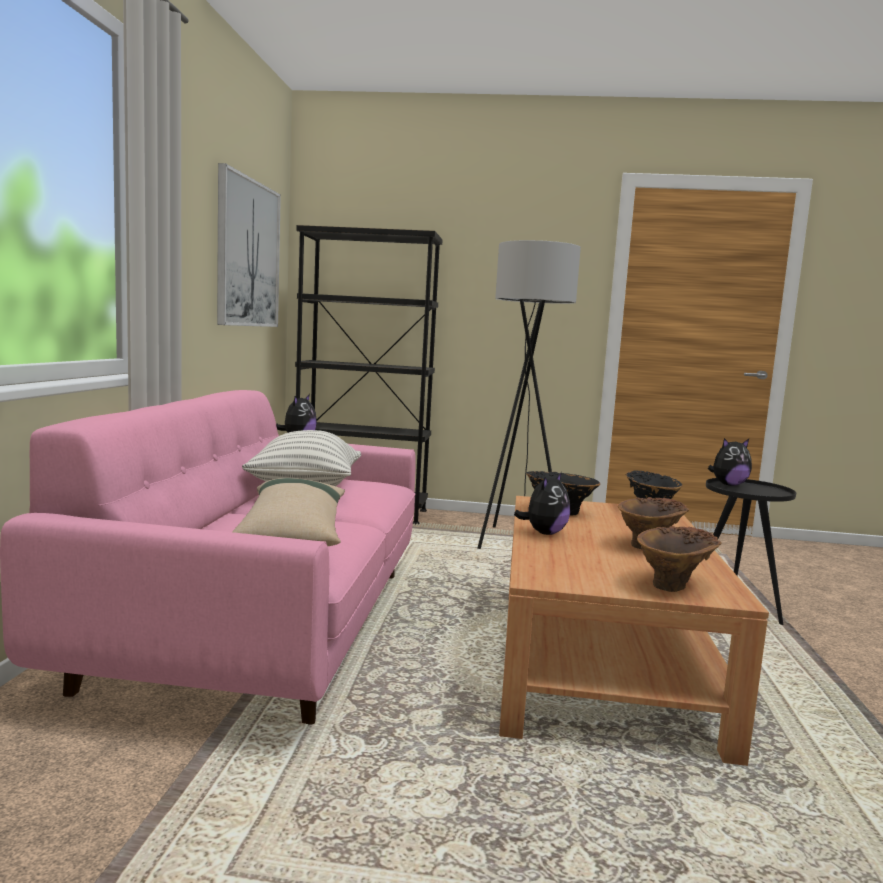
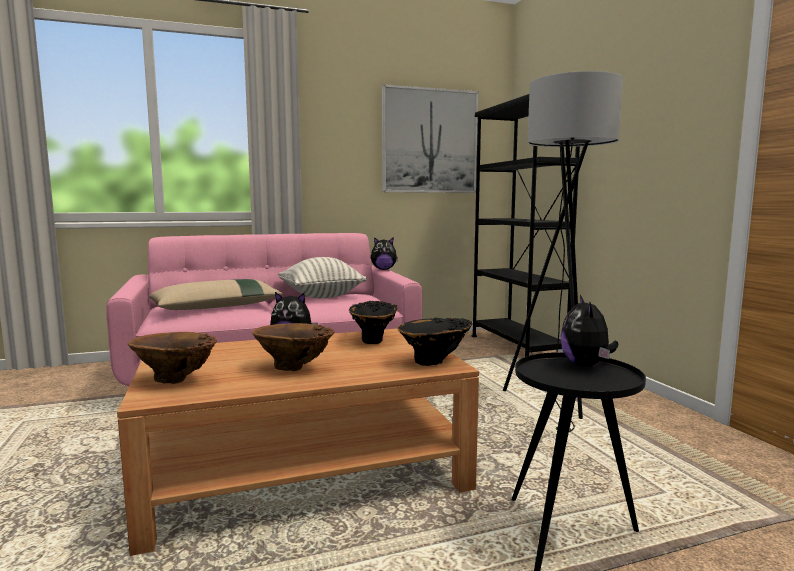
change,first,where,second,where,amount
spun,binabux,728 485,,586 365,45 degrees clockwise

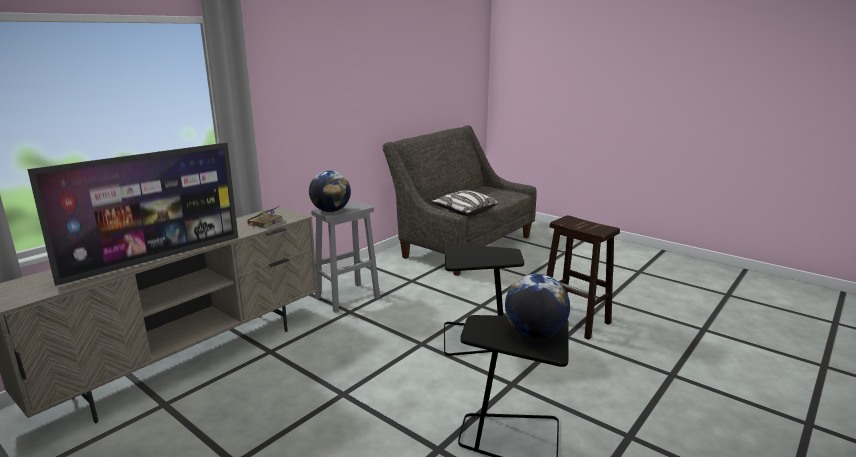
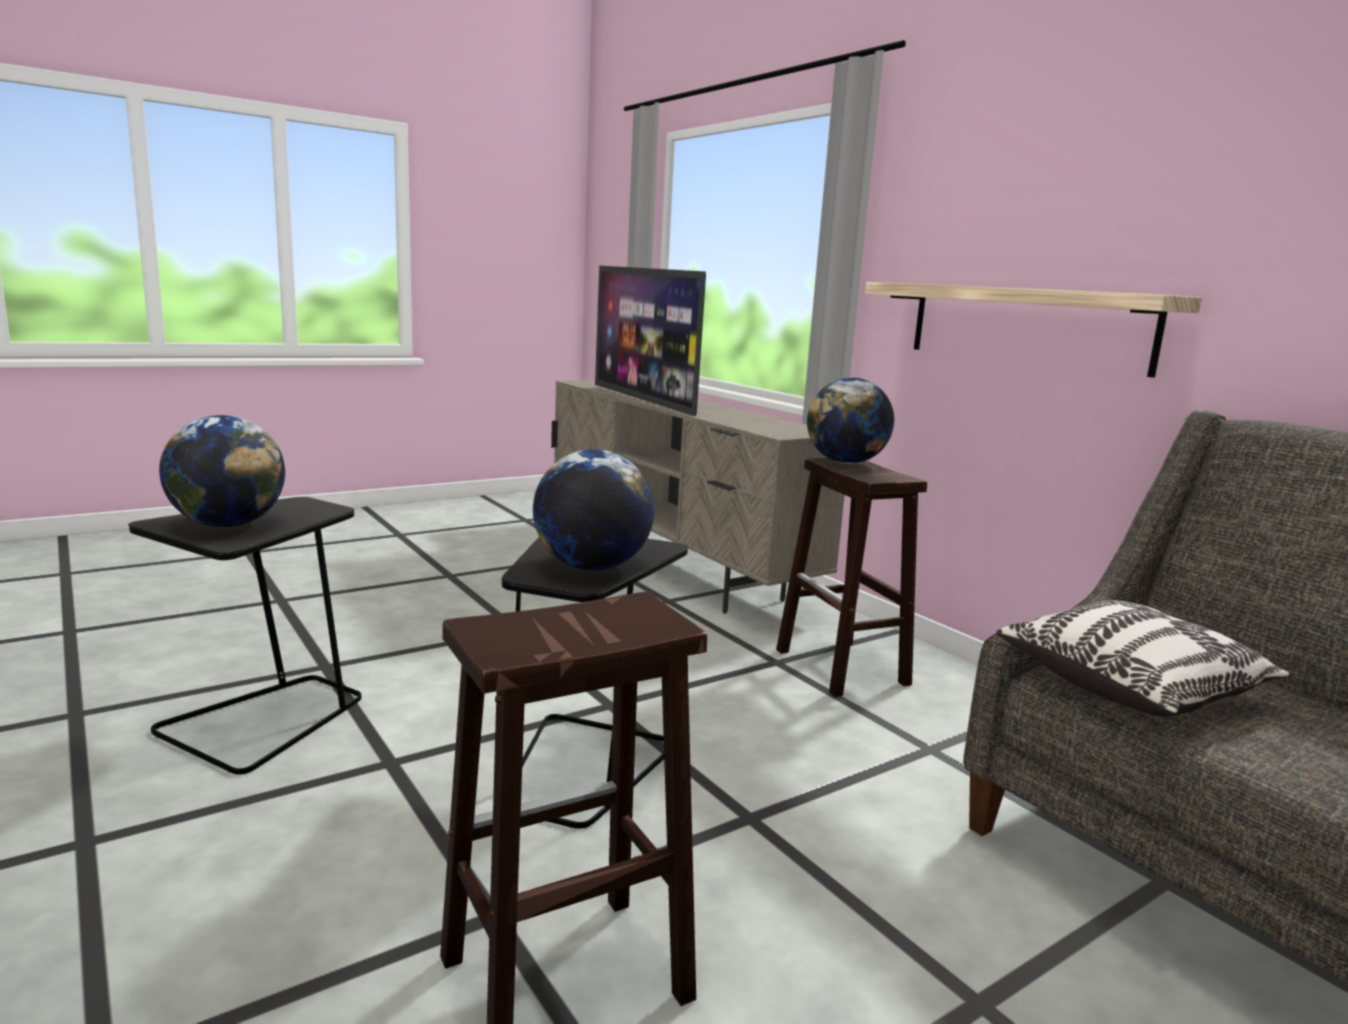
change,first,where,second,where,amount
colour,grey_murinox,348 297,brown_murinox,843 668,
missing,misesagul,265 222,,,
appeared,,,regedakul,1025 326,
appeared,,,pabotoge,591 567,

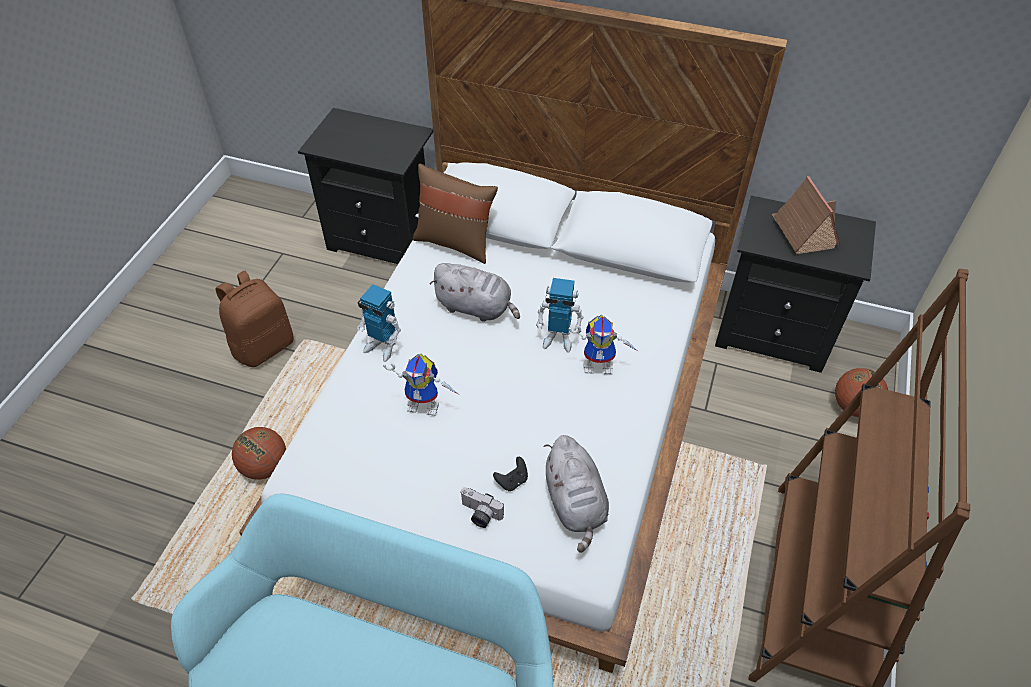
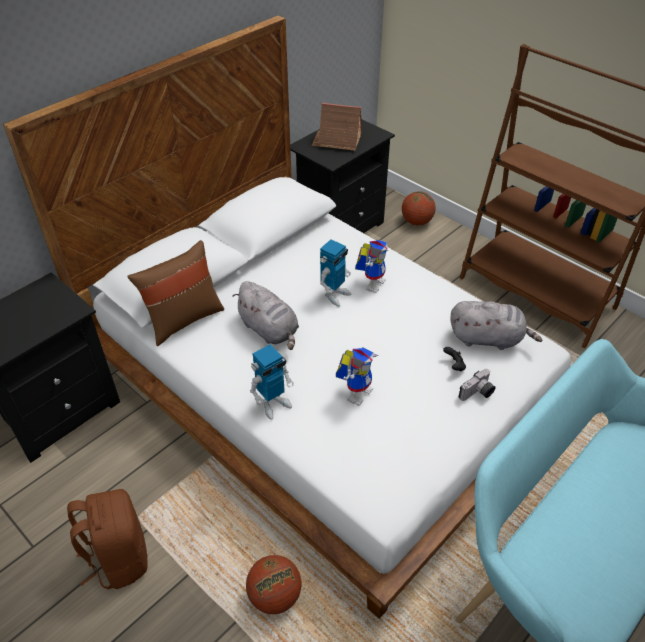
change,first,where,second,where,amount
spun,grey_binabux,476 307,,270 330,90 degrees clockwise

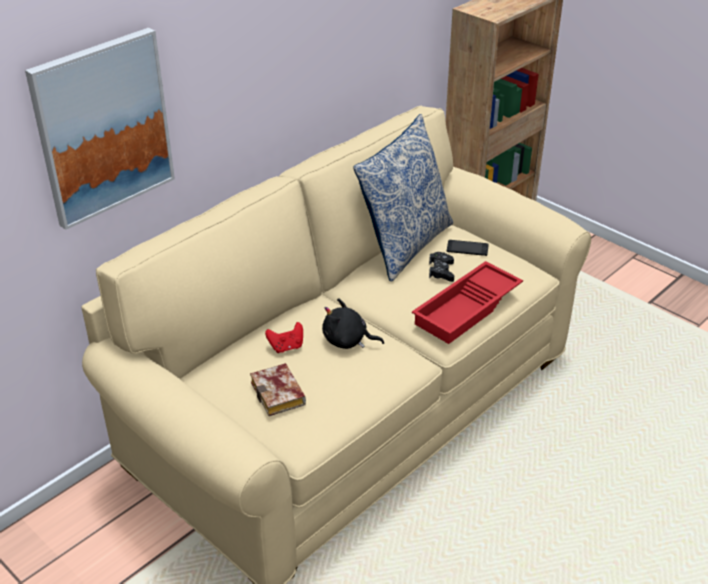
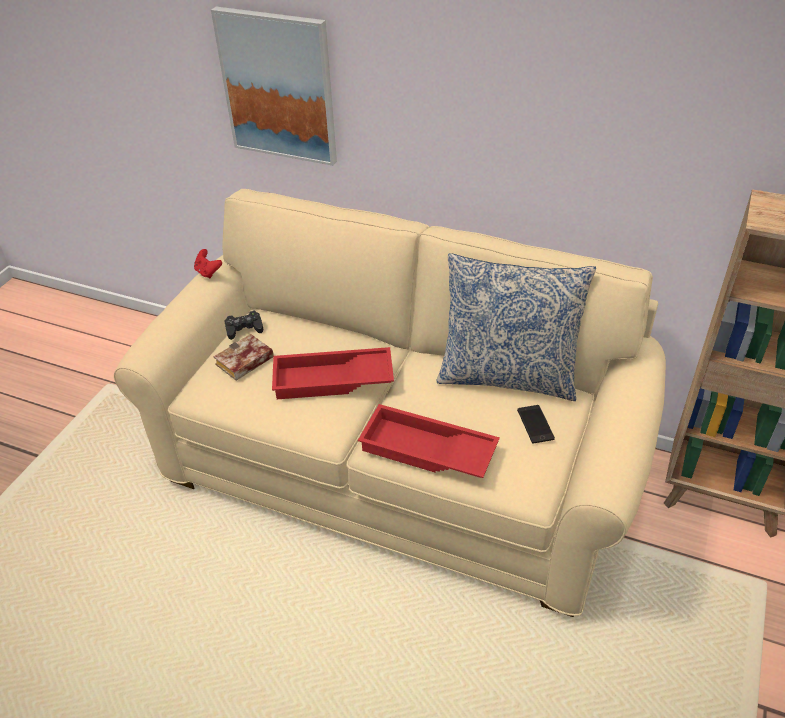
change,first,where,second,where,amount
relocated,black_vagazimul,441 271,,244 328,
exchanged,black_binabux,348 341,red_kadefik,332 381,
relocated,red_vagazimul,286 347,,208 272,

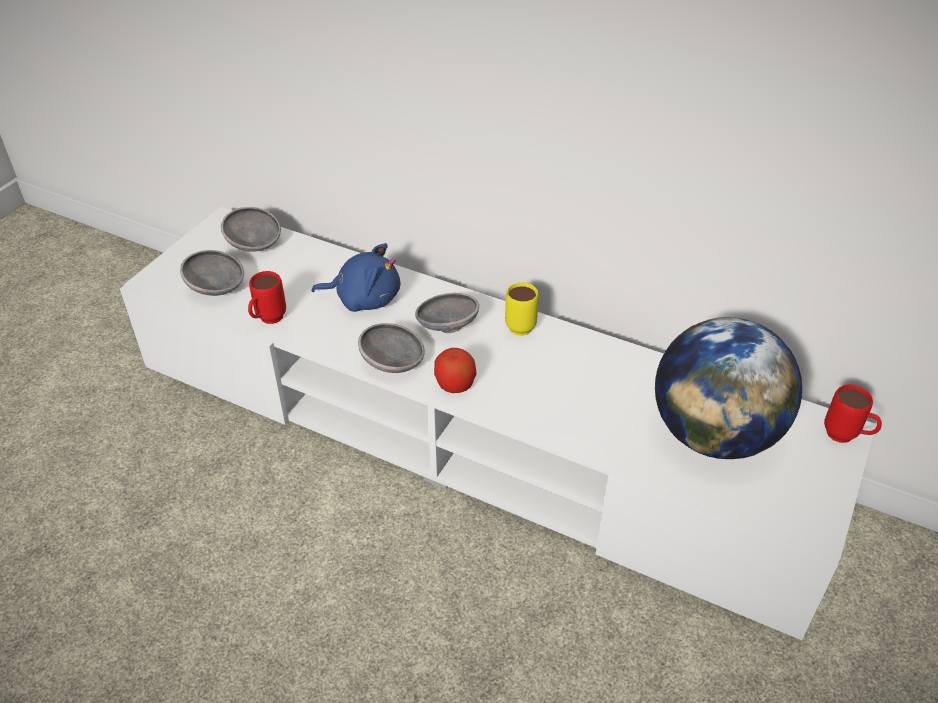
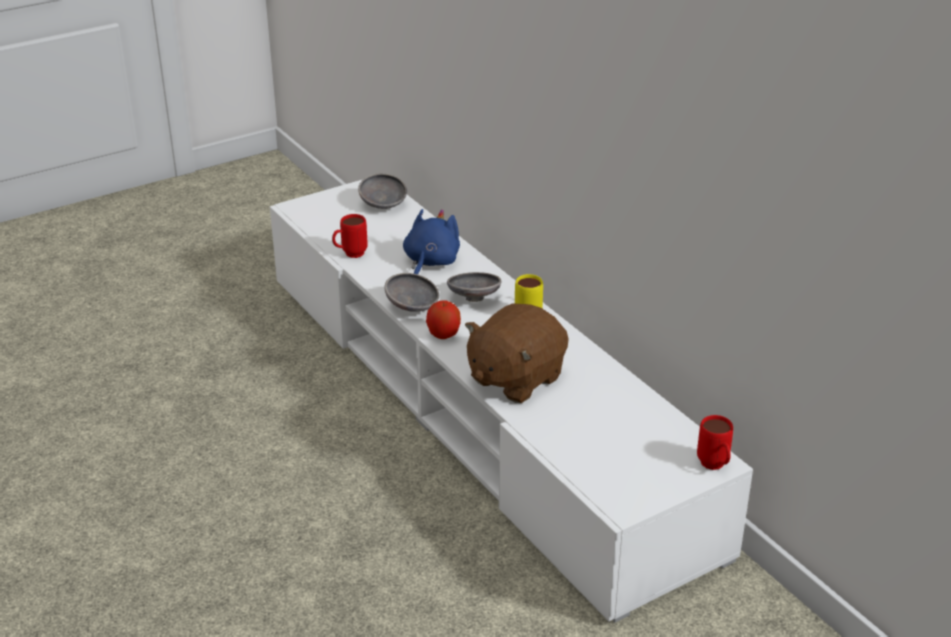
change,first,where,second,where,amount
spun,blue_binabux,364 298,,430 262,105 degrees counterclockwise
missing,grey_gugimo,217 288,,,
missing,pabotoge,714 435,,,
appeared,,,brown_binabux,515 378,

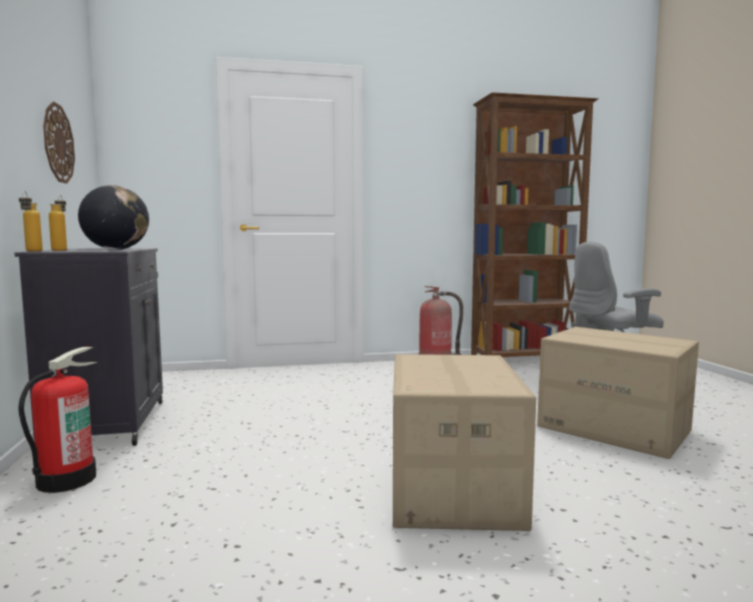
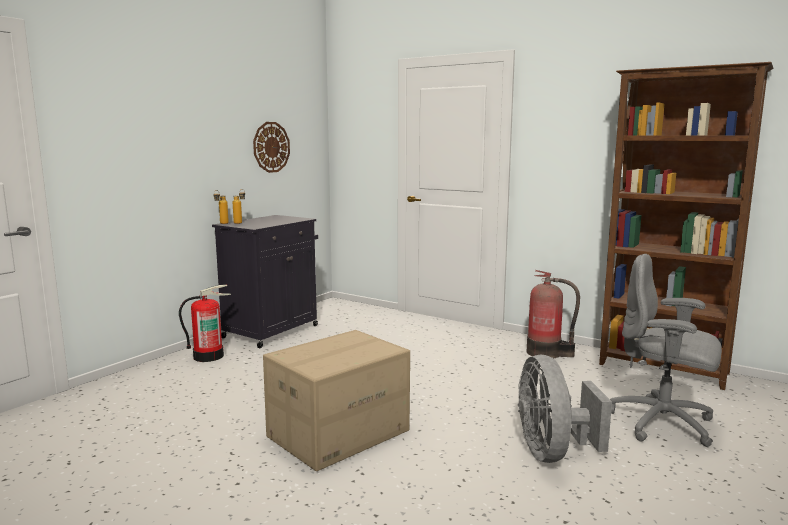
change,first,where,second,where,amount
missing,pabotoge,116 249,,,
exchanged,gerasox,614 428,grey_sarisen,552 452,

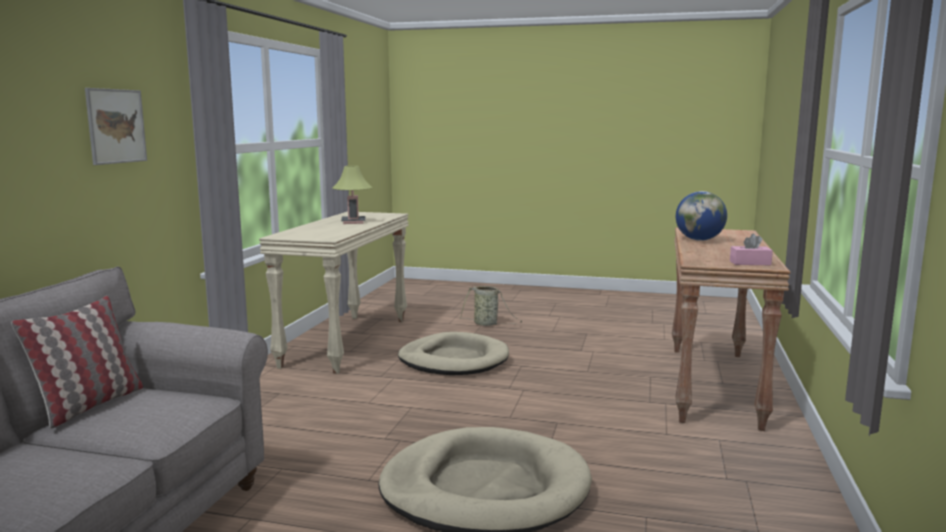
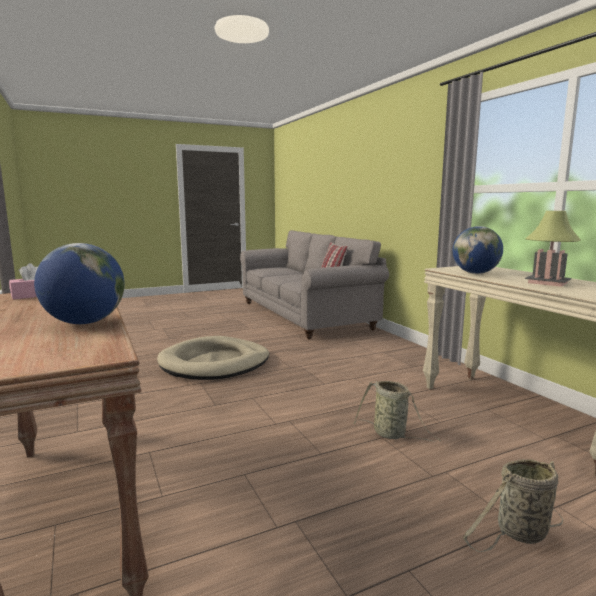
change,first,where,second,where,amount
missing,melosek,116 126,,,
exchanged,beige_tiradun,453 360,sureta,392 434,
appeared,,,pabotoge,475 273,

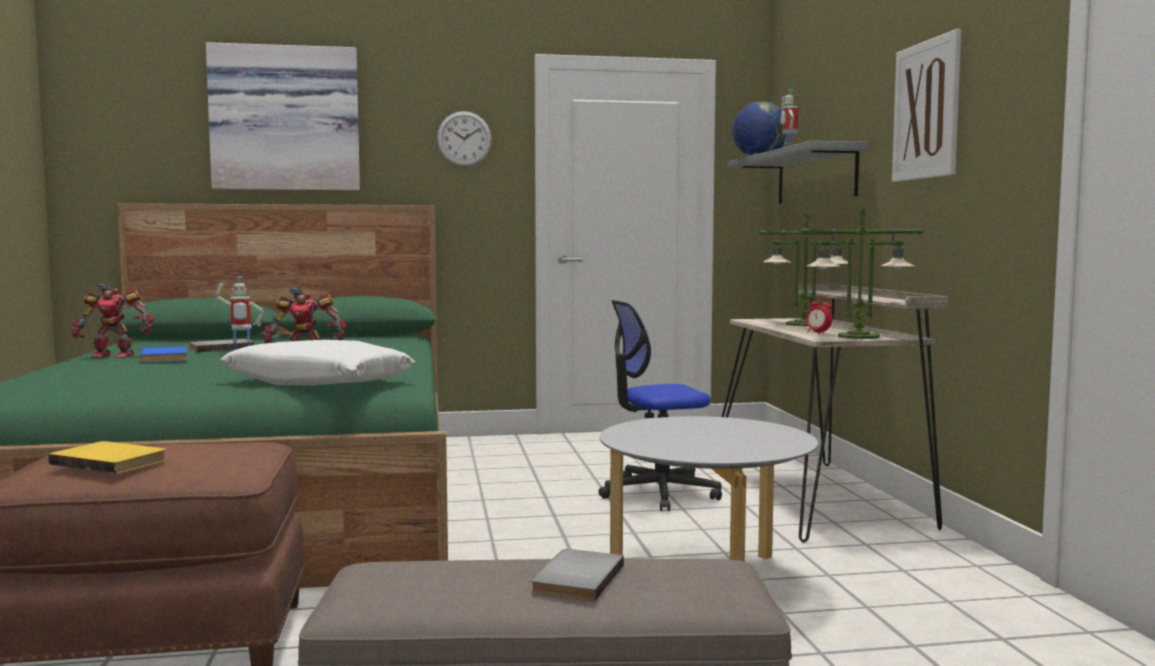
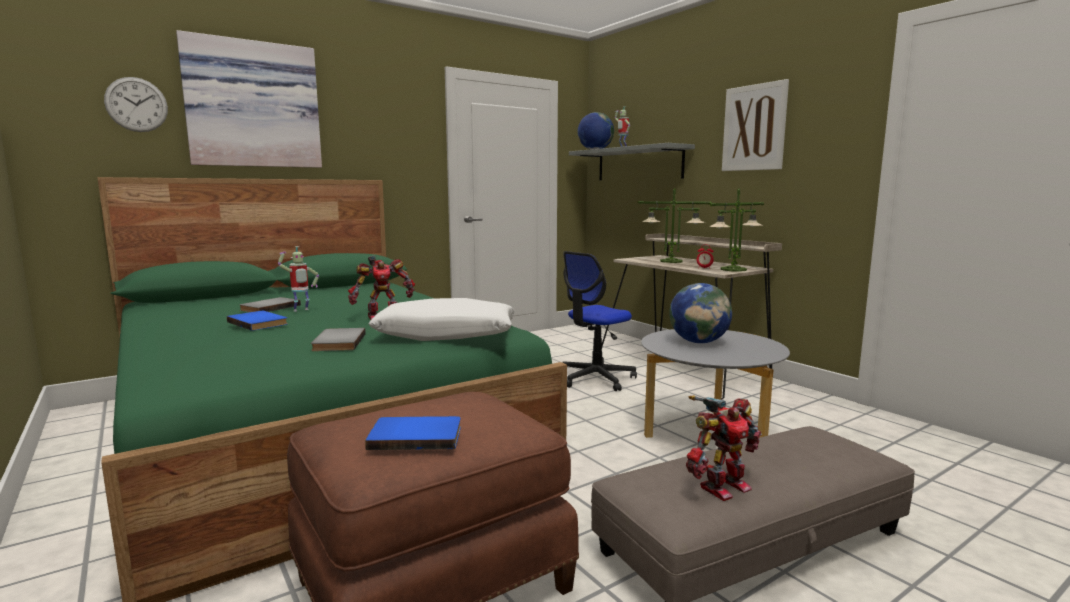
change,first,where,second,where,amount
relocated,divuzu,464 139,,136 104,
relocated,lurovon,114 355,,721 486,
colour,yellow_misesagul,112 461,blue_misesagul,416 436,
relocated,grey_misesagul,574 579,,337 342,
appeared,,,pabotoge,698 342,

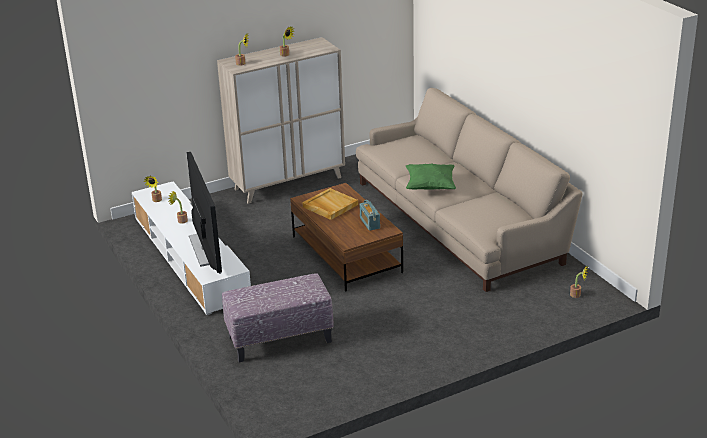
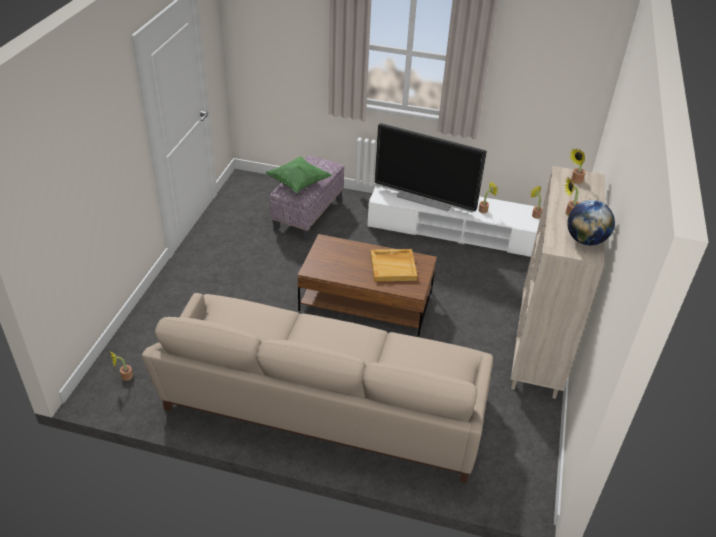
change,first,where,second,where,amount
relocated,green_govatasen,430 187,,298 183,
missing,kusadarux,369 223,,,
appeared,,,pabotoge,585 240,

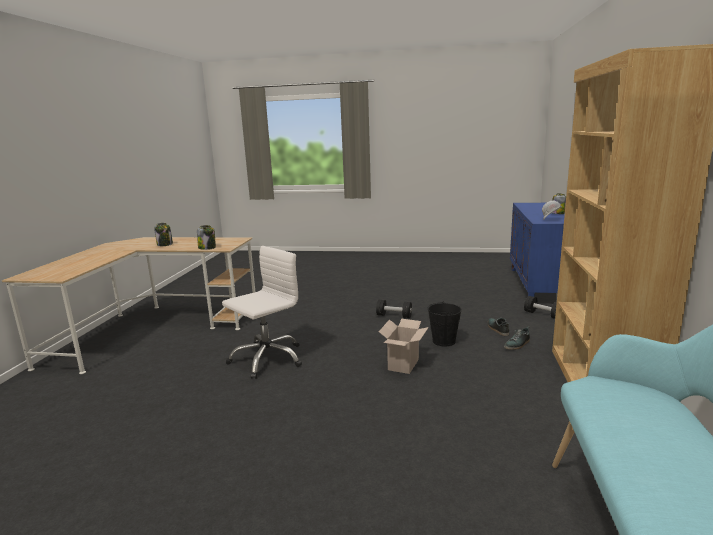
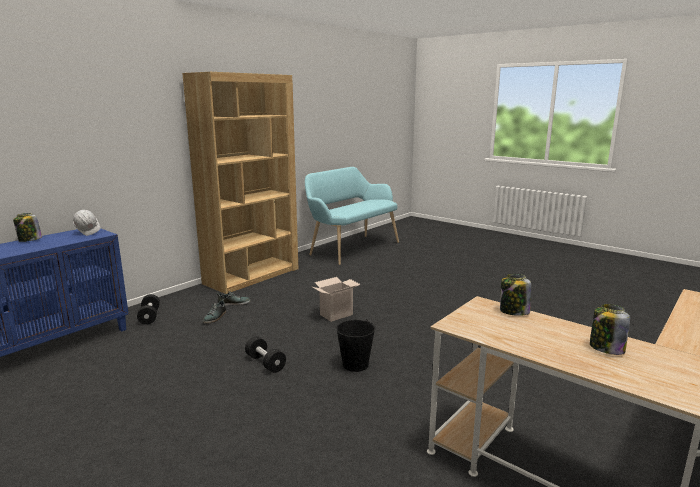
change,first,where,second,where,amount
missing,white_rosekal,267 359,,,
relocated,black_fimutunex,444 341,,355 364,

